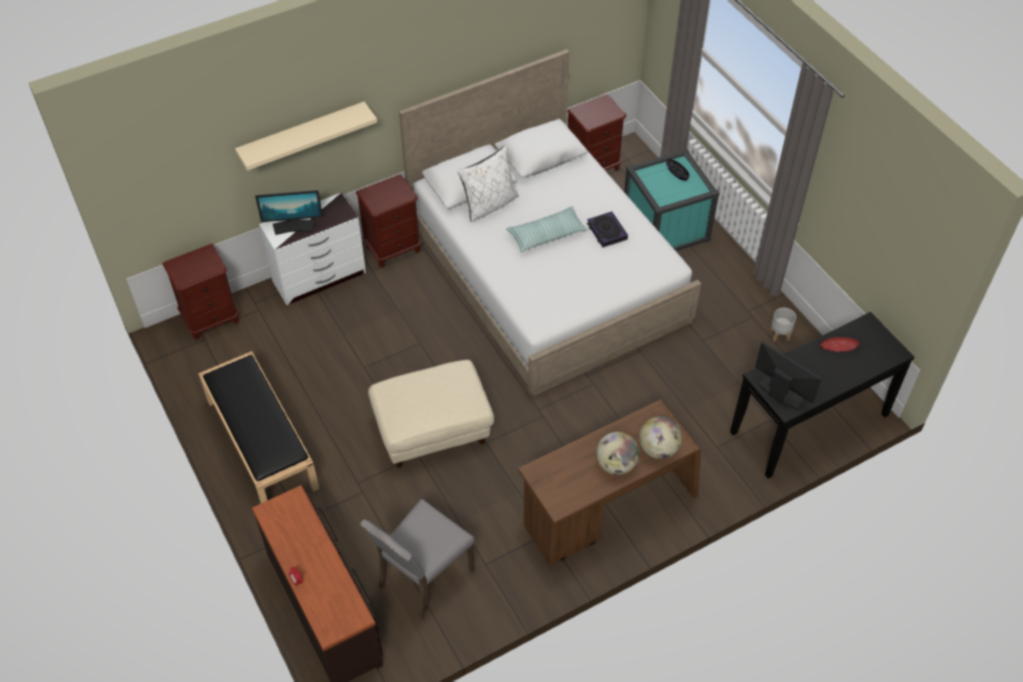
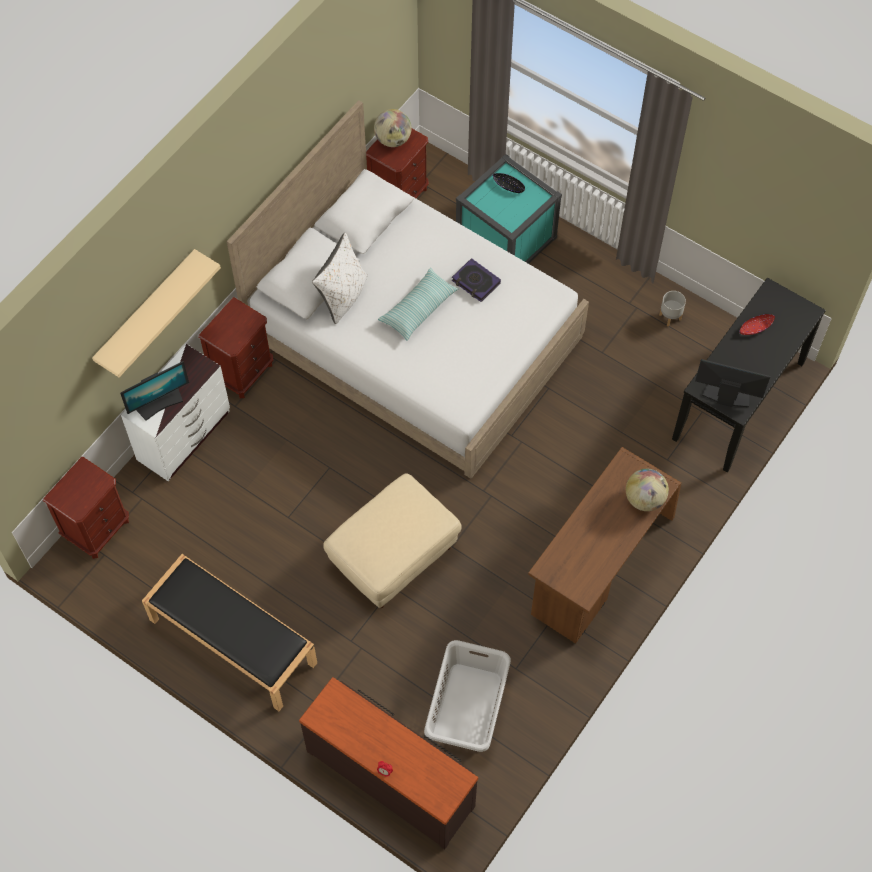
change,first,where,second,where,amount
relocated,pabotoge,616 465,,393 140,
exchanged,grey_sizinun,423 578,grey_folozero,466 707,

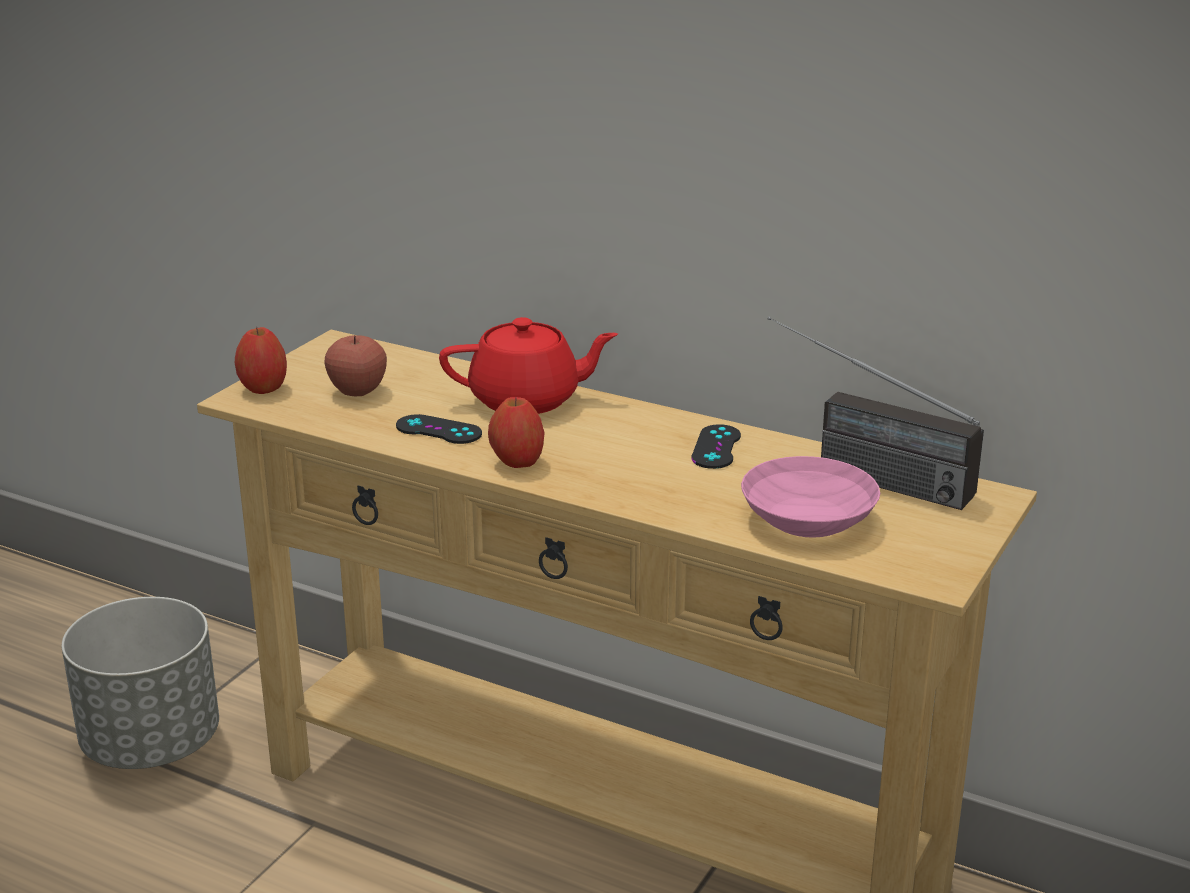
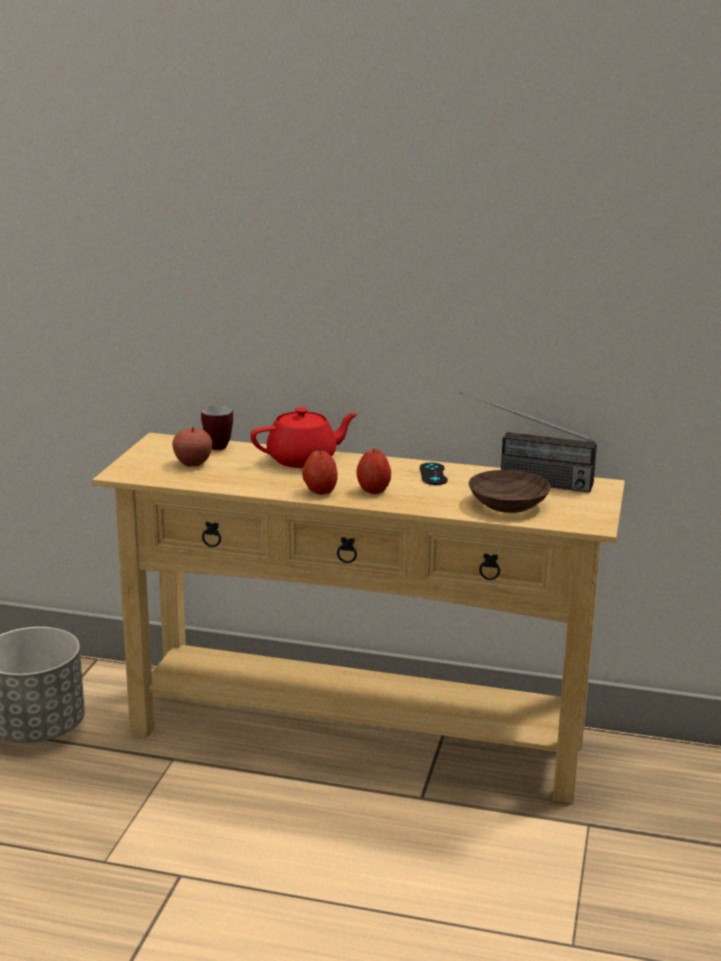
change,first,where,second,where,amount
relocated,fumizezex,263 388,,373 490,
missing,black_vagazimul,438 430,,,
colour,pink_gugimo,804 519,brown_gugimo,506 504,
appeared,,,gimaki,220 446,

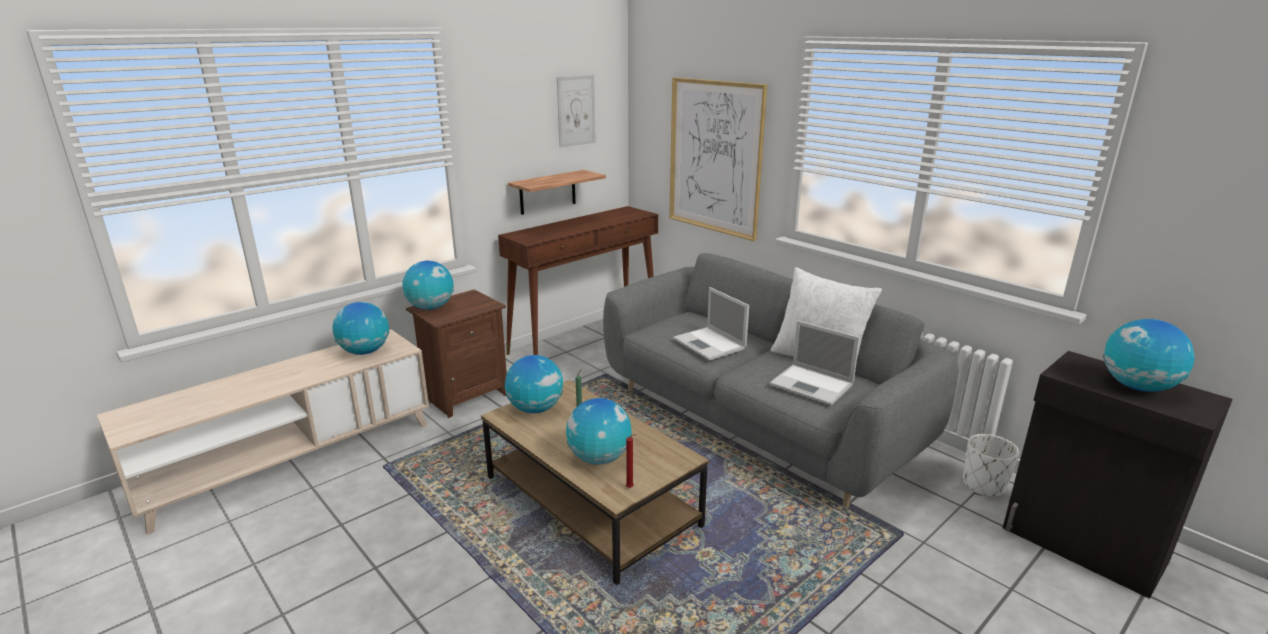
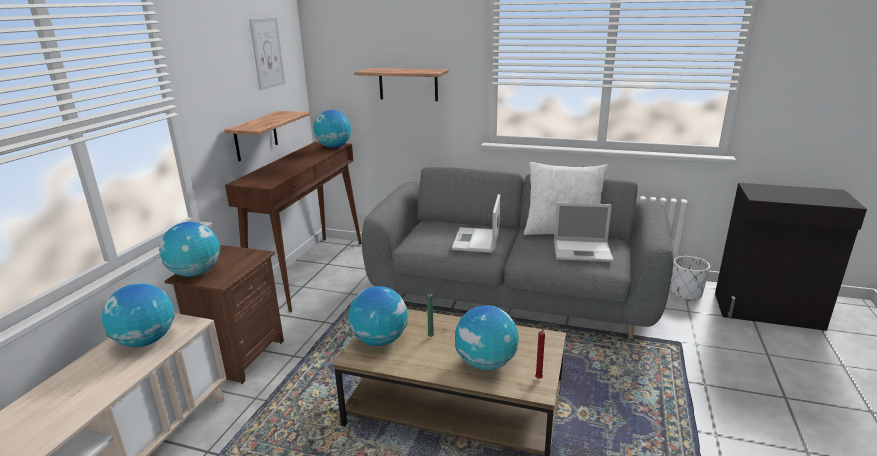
change,first,where,second,where,amount
exchanged,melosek,715 157,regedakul,408 84,
spun,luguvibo,710 344,,476 241,75 degrees clockwise
relocated,pabotoge,1137 387,,334 147,

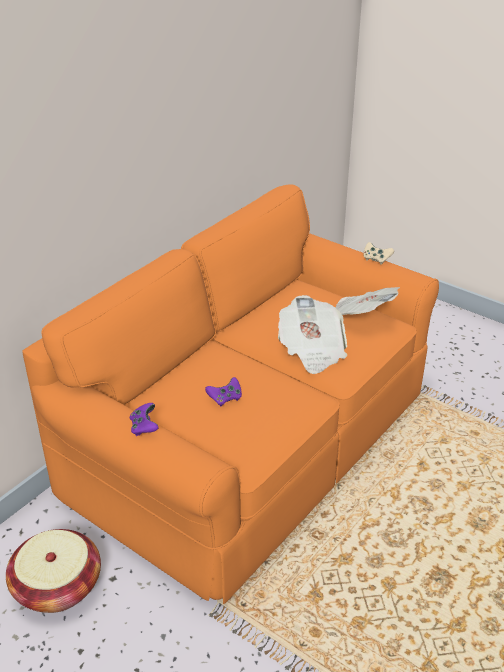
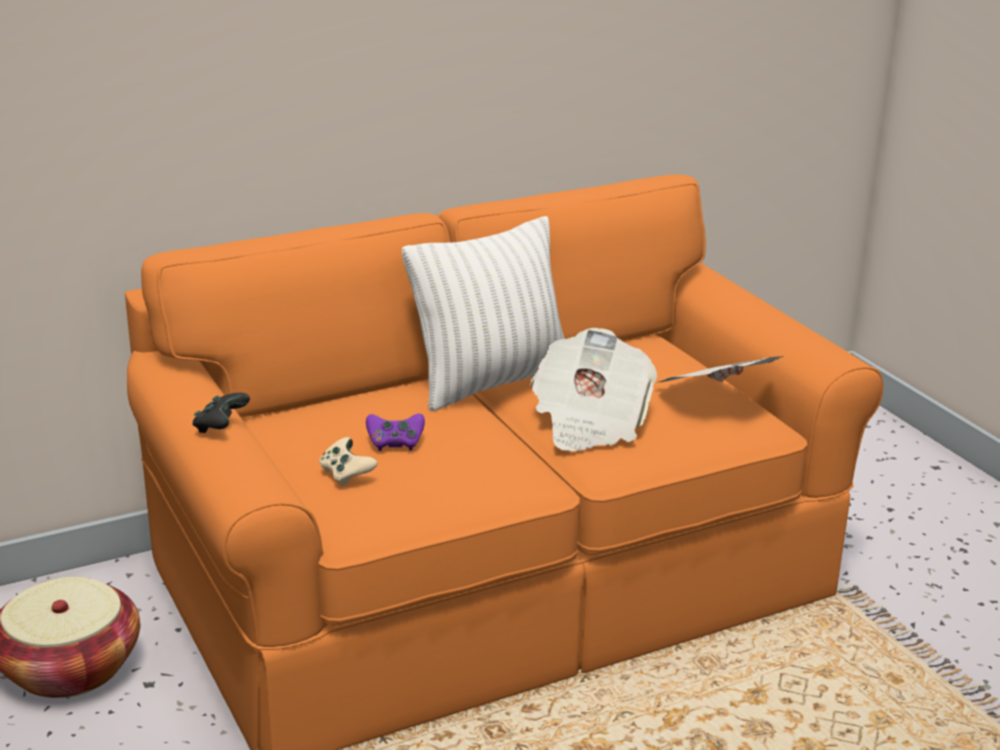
change,first,where,second,where,amount
relocated,beige_vagazimul,376 259,,346 475,
colour,purple_vagazimul,144 427,black_vagazimul,220 426,
appeared,,,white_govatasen,491 383,

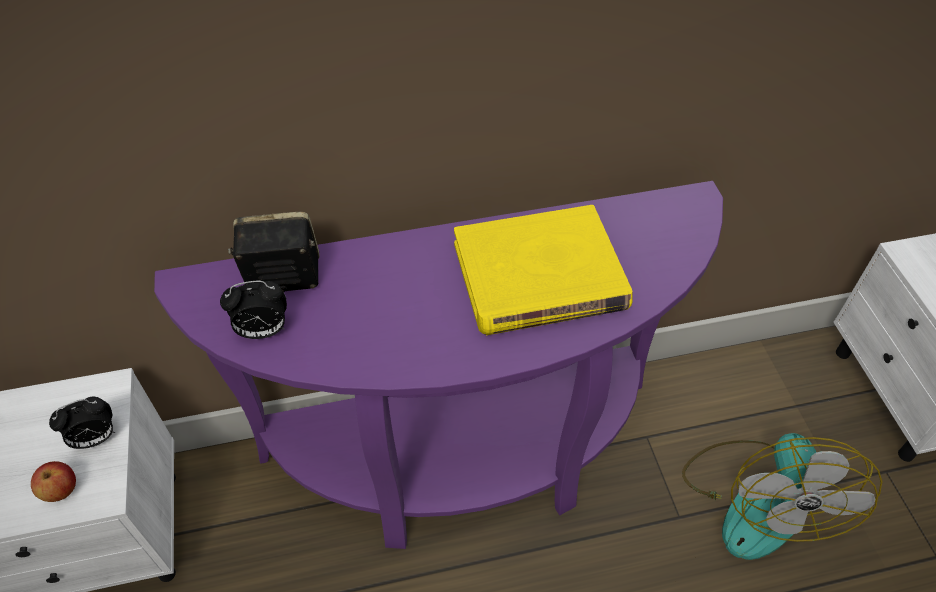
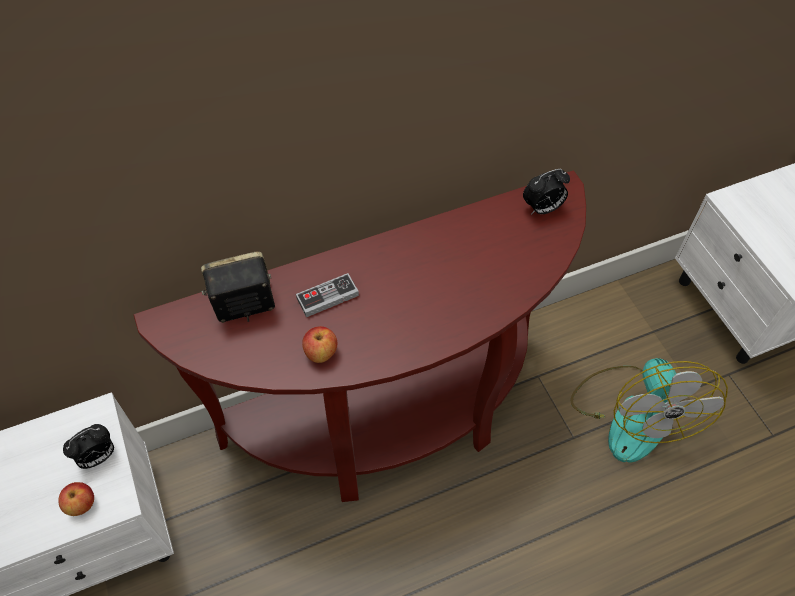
change,first,where,second,where,amount
colour,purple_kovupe,465 461,brown_kovupe,393 420,
missing,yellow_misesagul,539 277,,,
relocated,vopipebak,263 331,,542 209,
appeared,,,vagazimul,327 297,
appeared,,,fumizezex,321 353,

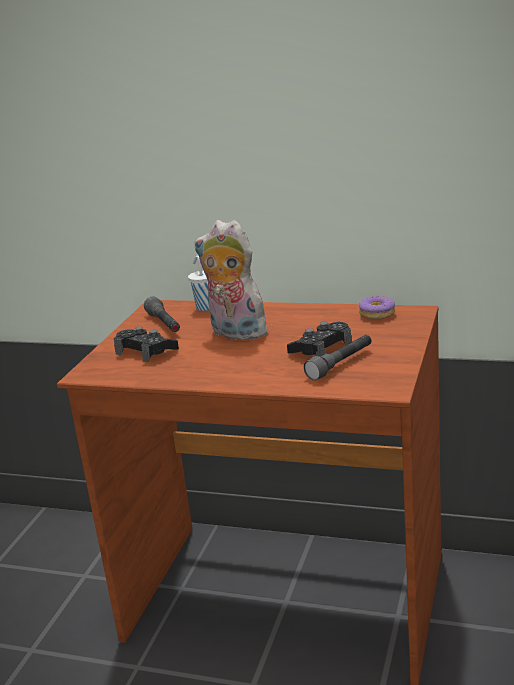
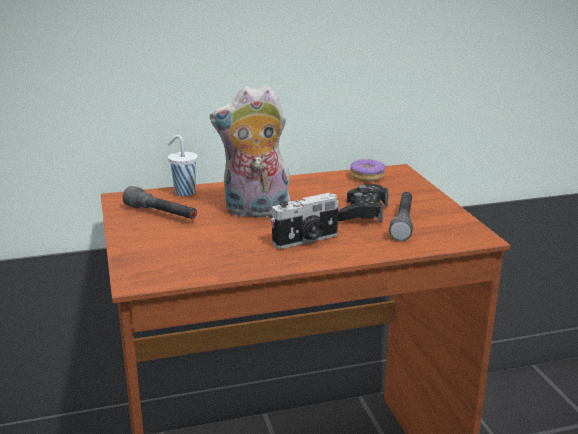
change,first,where,second,where,amount
missing,black_vagazimul,146 351,,,
appeared,,,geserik,306 240,

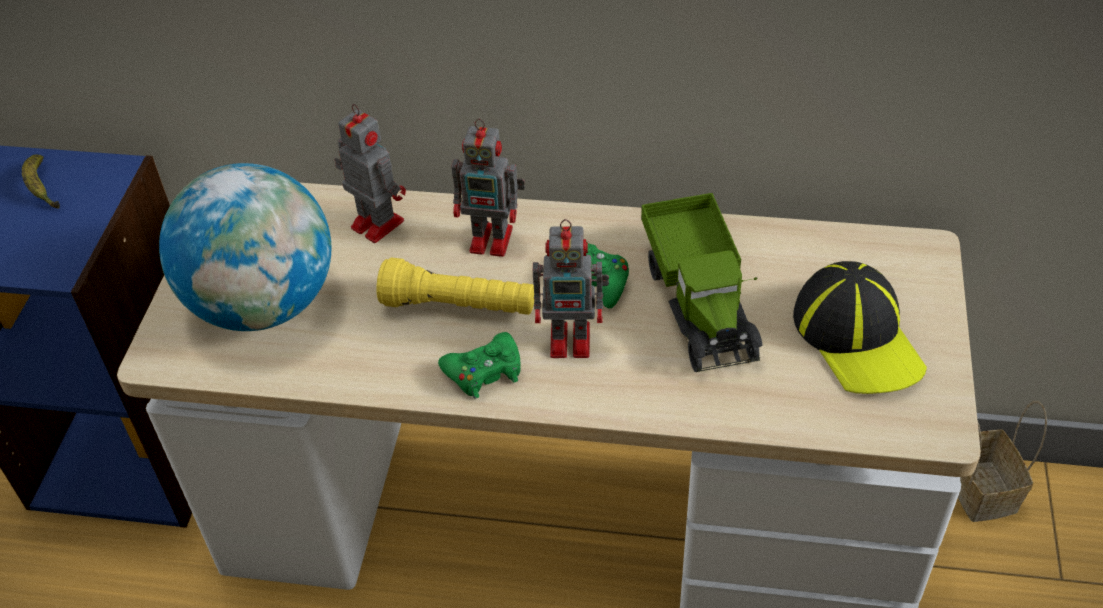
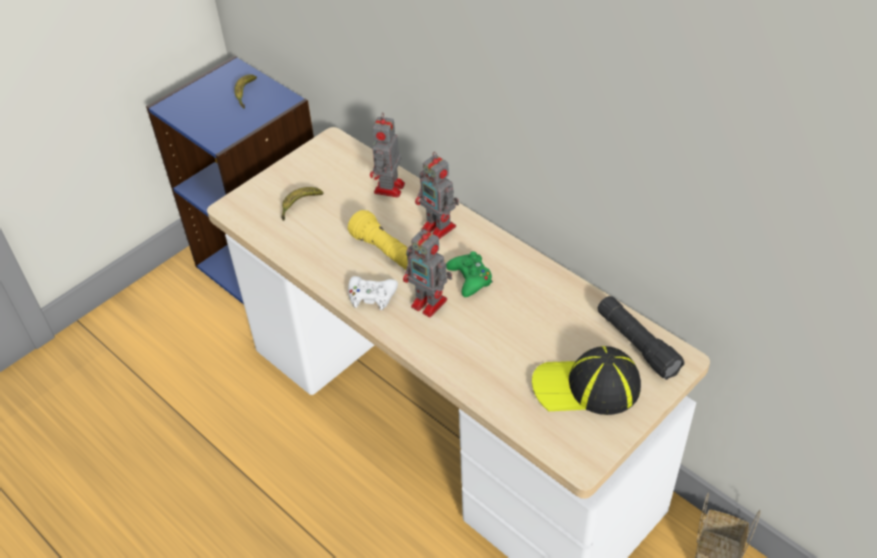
change,first,where,second,where,amount
spun,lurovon,375 223,,389 189,150 degrees counterclockwise
exchanged,pabotoge,264 304,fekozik,299 205,
missing,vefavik,700 301,,,
spun,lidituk,858 337,,586 387,75 degrees clockwise
colour,green_vagazimul,484 371,white_vagazimul,371 296,
appeared,,,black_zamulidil,637 344,

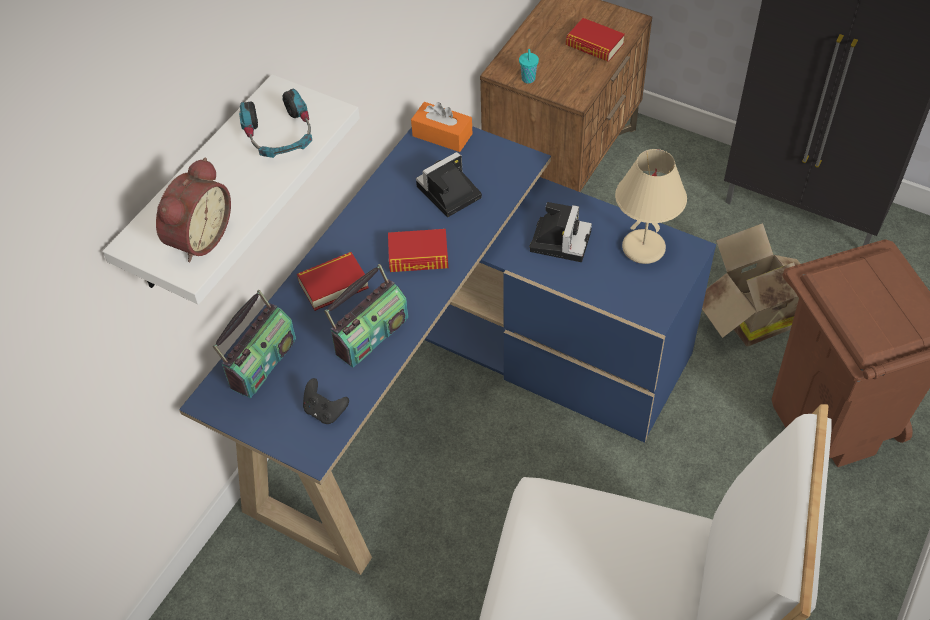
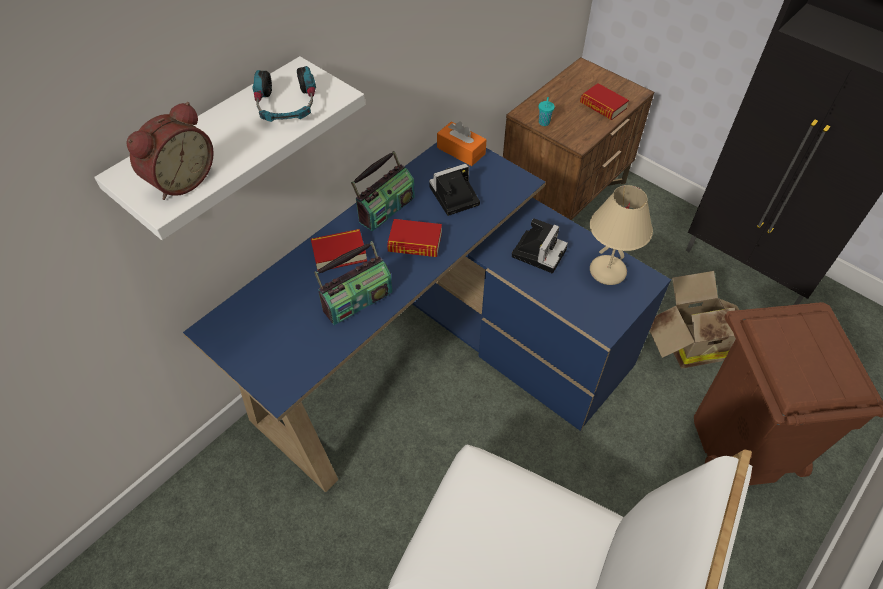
change,first,where,second,where,amount
relocated,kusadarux,261 362,,385 208,
missing,black_vagazimul,325 411,,,

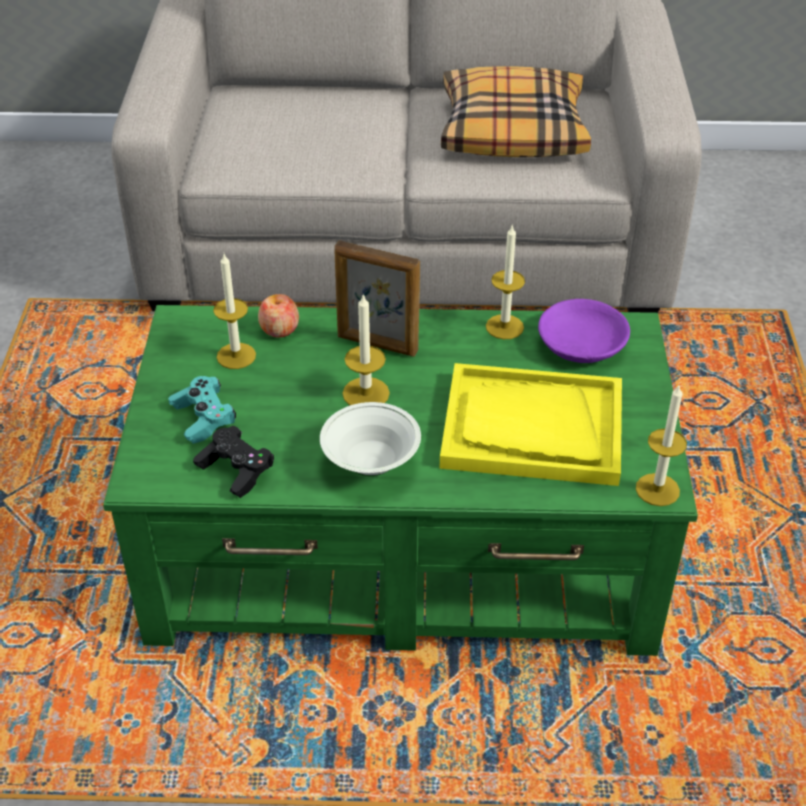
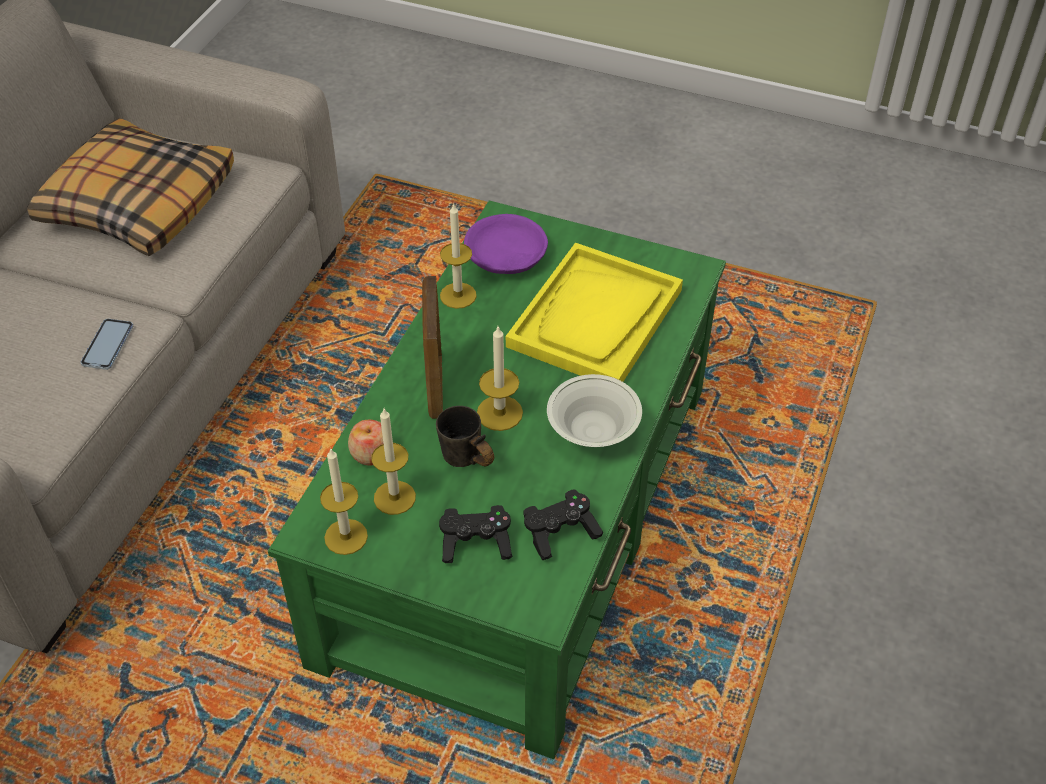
change,first,where,second,where,amount
spun,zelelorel,377 344,,435 387,135 degrees clockwise
colour,turquoise_vagazimul,203 418,black_vagazimul,476 543,
relocated,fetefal,657 489,,346 537,
appeared,,,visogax,107 345,
appeared,,,grey_gimaki,464 462,

